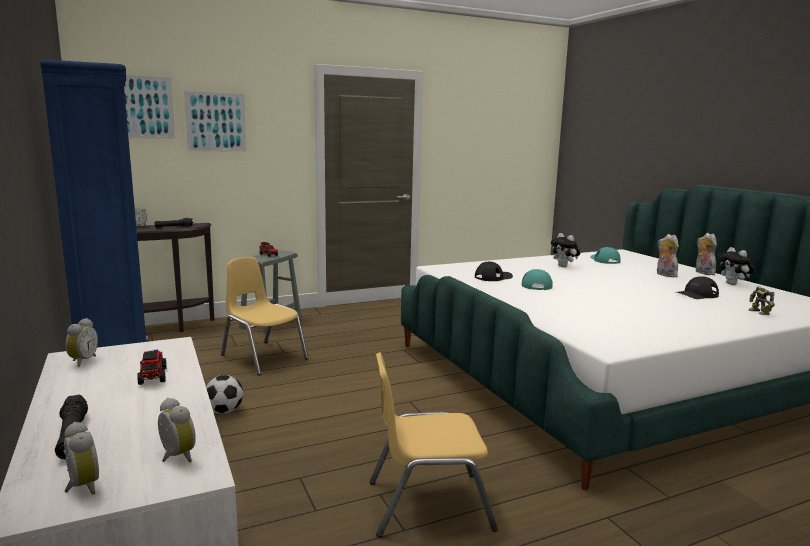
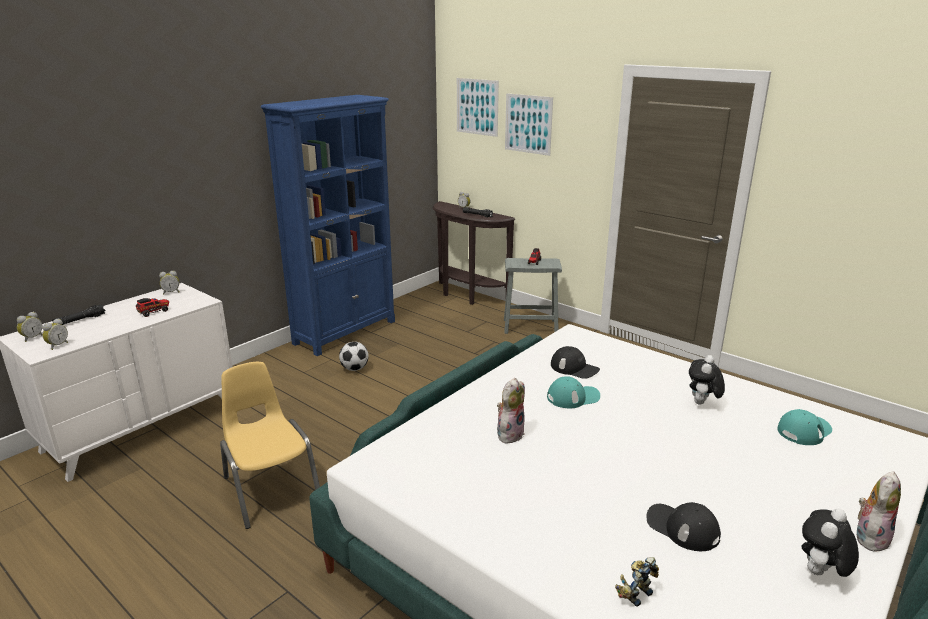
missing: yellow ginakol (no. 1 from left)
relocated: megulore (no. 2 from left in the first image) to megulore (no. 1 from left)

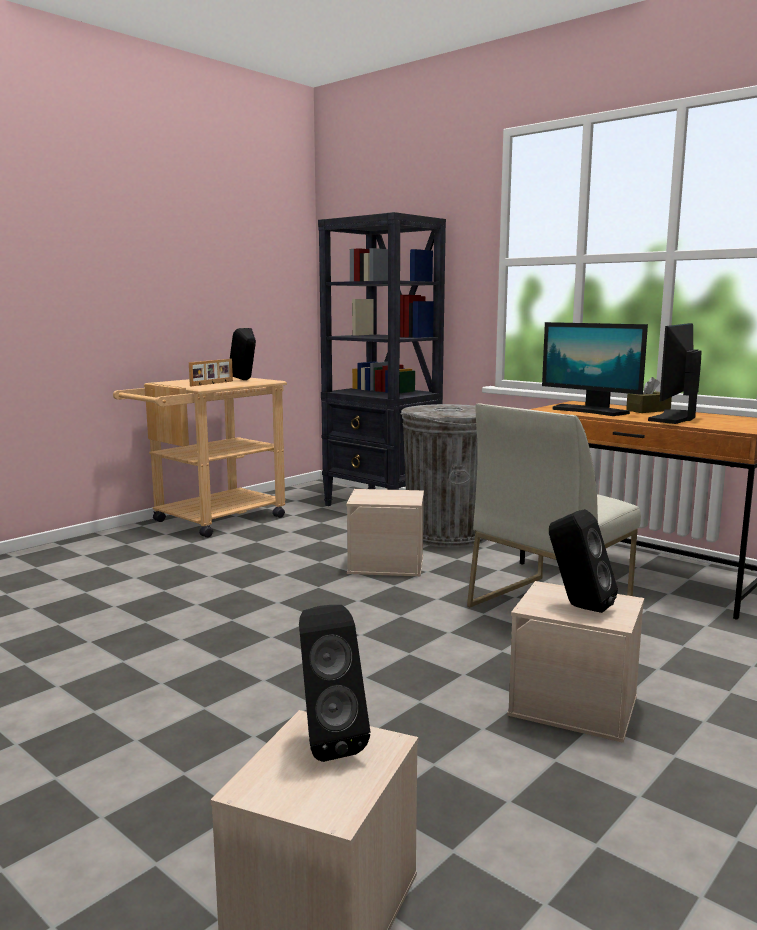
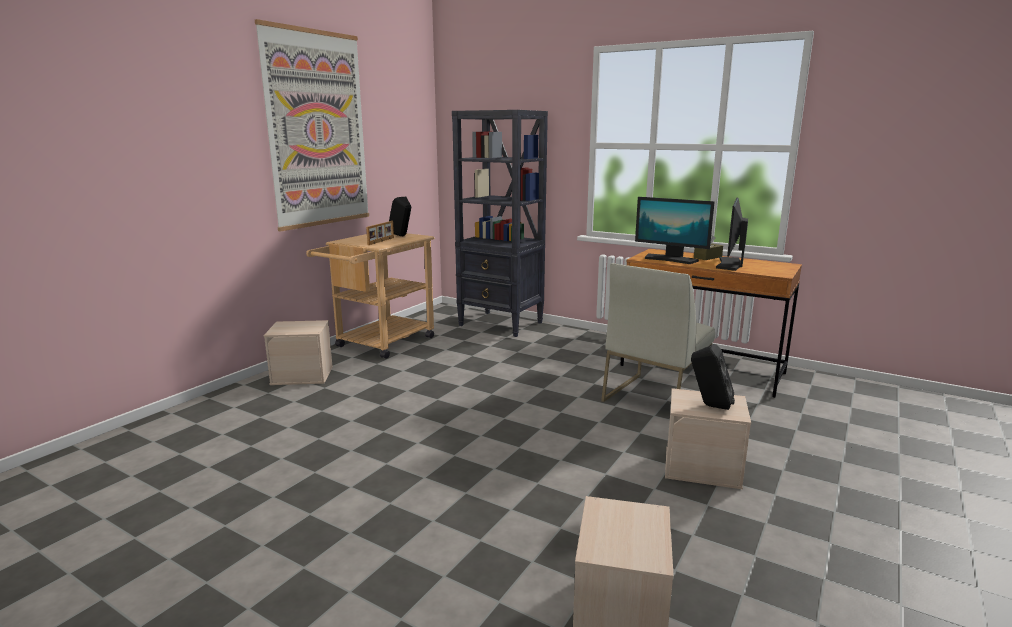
missing: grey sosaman; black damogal (no. 2 from left)
appeared: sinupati
relocated: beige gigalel (no. 2 from left in the first image) to beige gigalel (no. 1 from left)

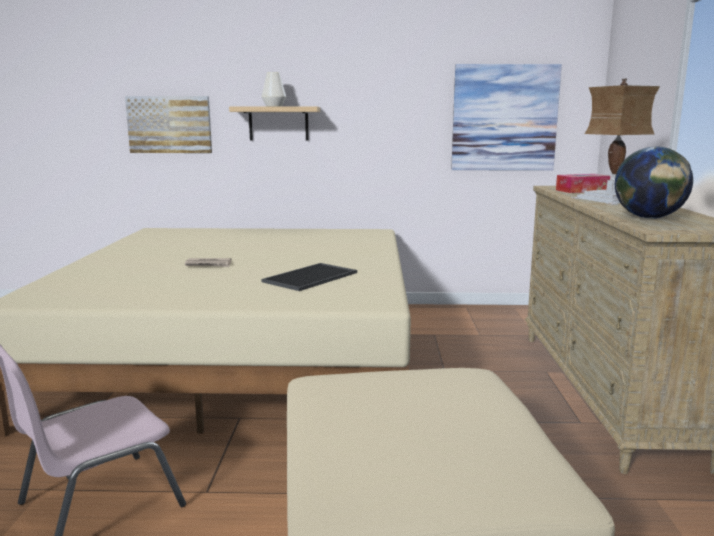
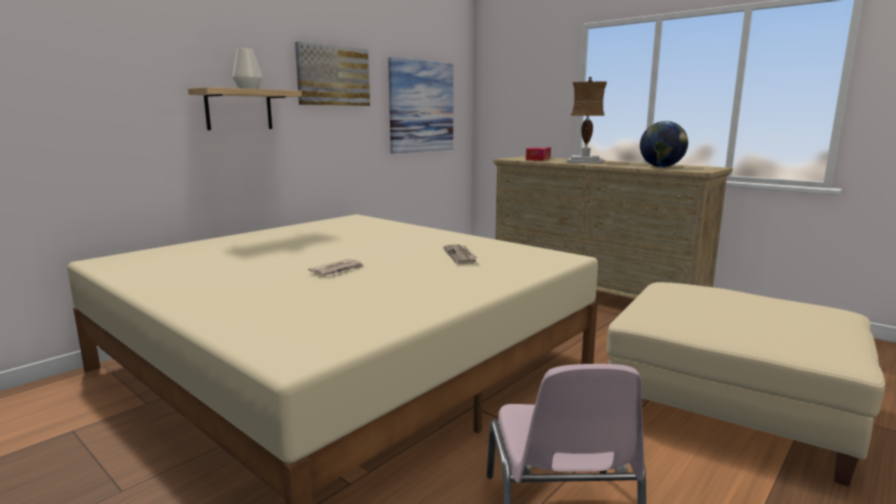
relocated: sinupati (no. 1 from left)
exchanged: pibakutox to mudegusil (no. 2 from left)

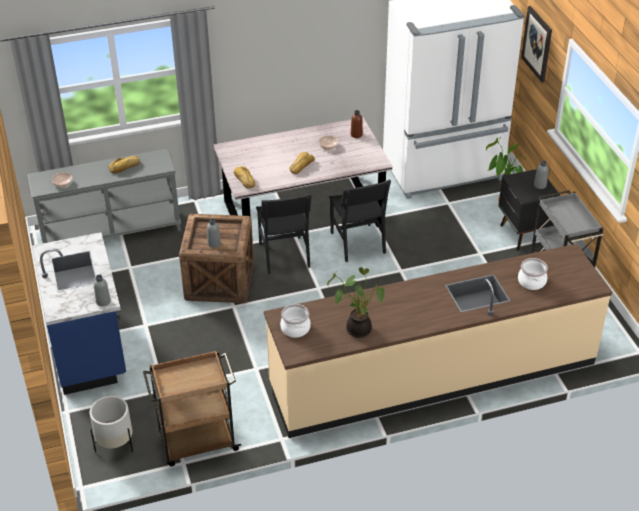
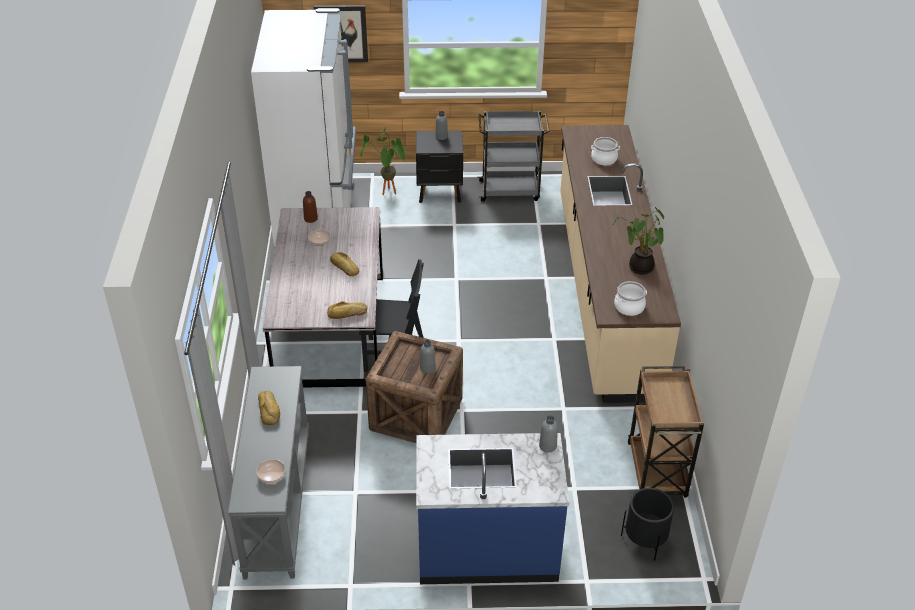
missing: black ginakol (no. 2 from left)
colour: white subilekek to black subilekek

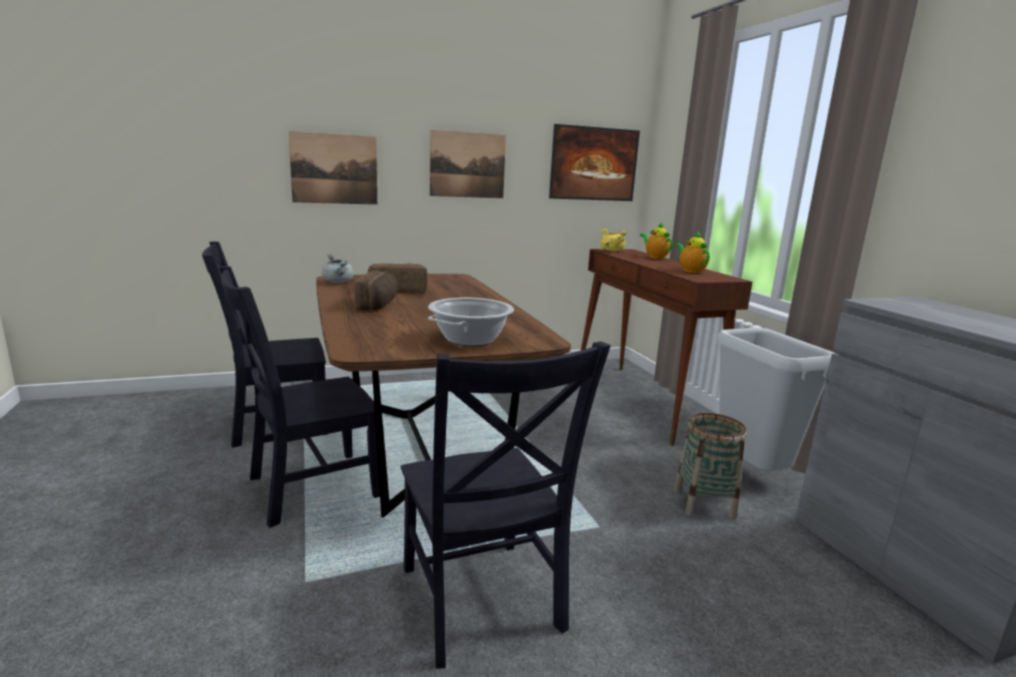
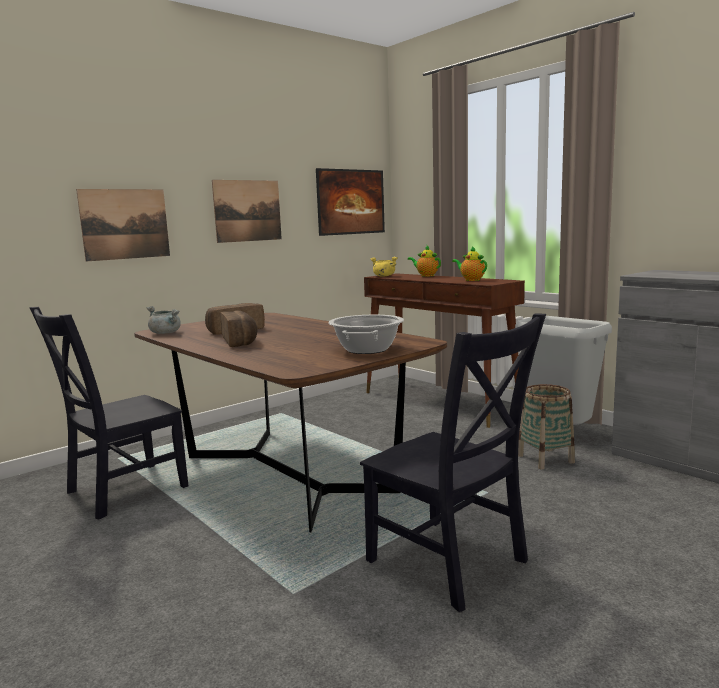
missing: black ginakol (no. 2 from left)

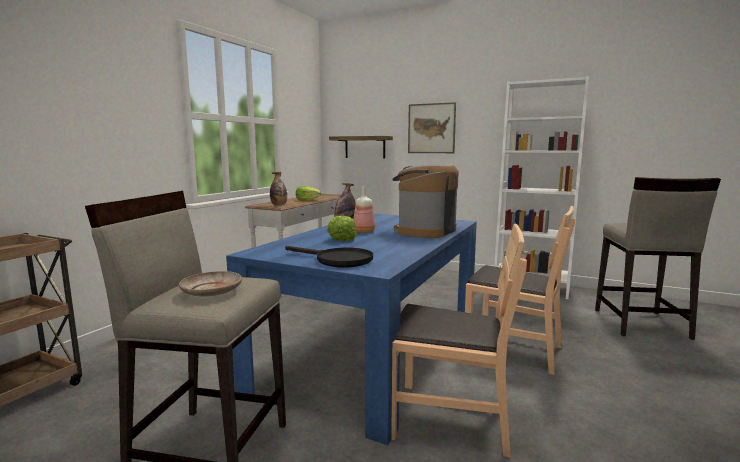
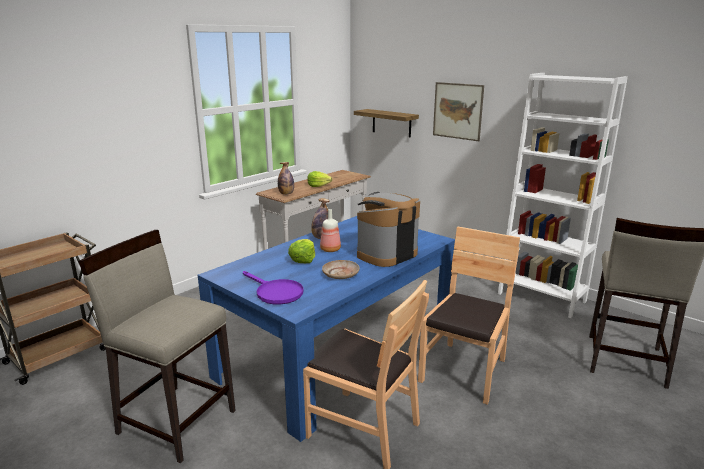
relocated: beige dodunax
colour: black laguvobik to purple laguvobik
spun: brown ginakol (no. 2 from left) 105 degrees counterclockwise

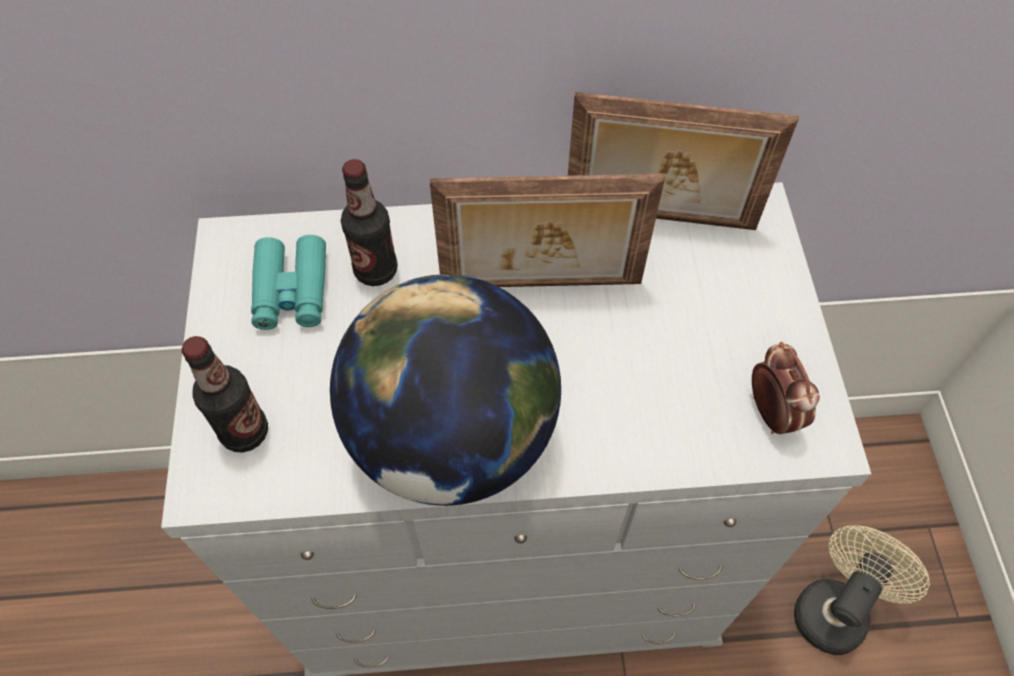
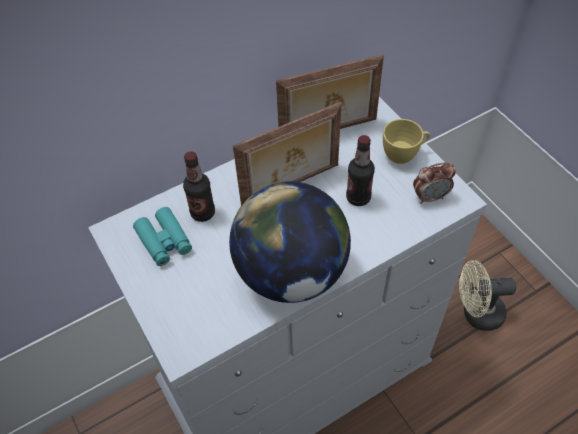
appeared: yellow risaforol
relocated: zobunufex (no. 1 from left in the first image) to zobunufex (no. 2 from left)
spun: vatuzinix 120 degrees clockwise; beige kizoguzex 105 degrees counterclockwise

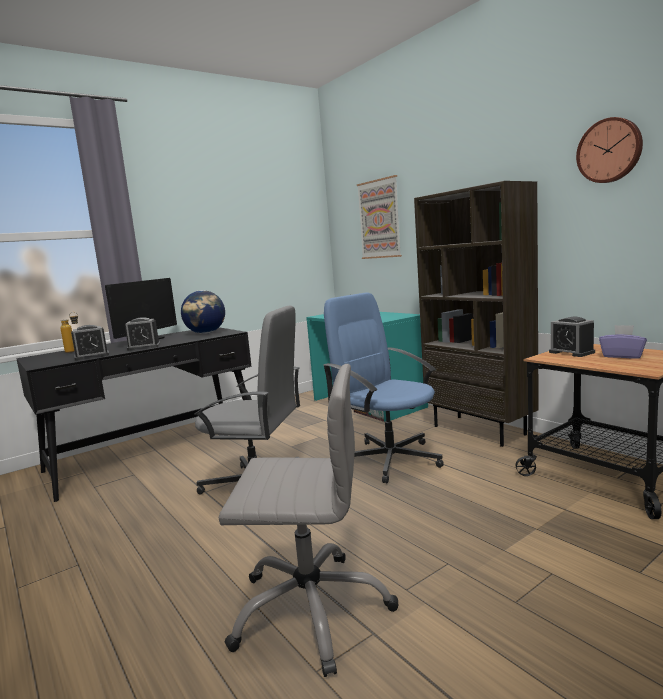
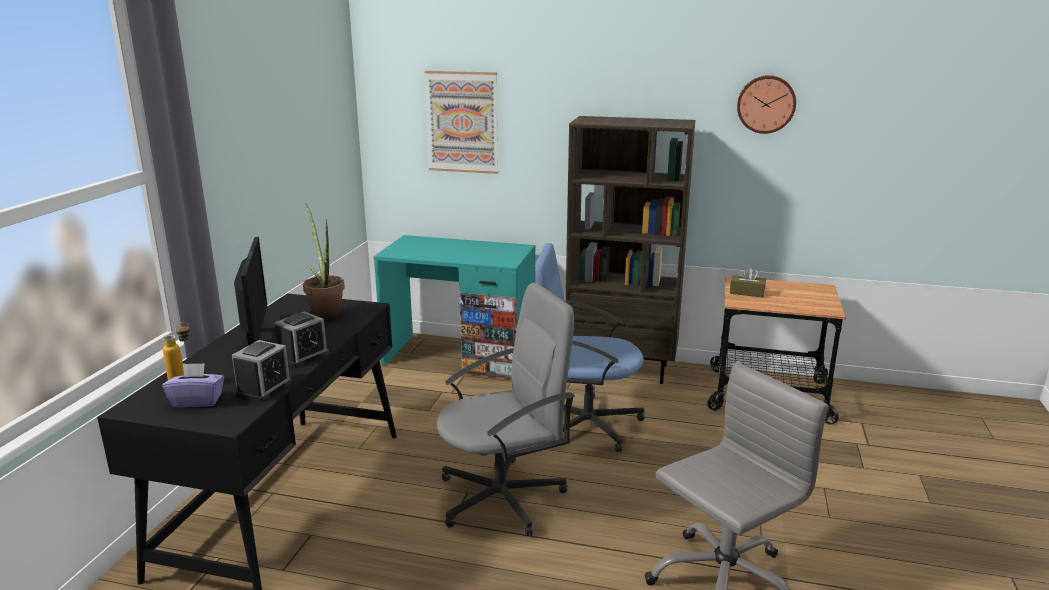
relocated: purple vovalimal
exchanged: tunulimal to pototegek; vatuzinix (no. 3 from left) to brown vovalimal

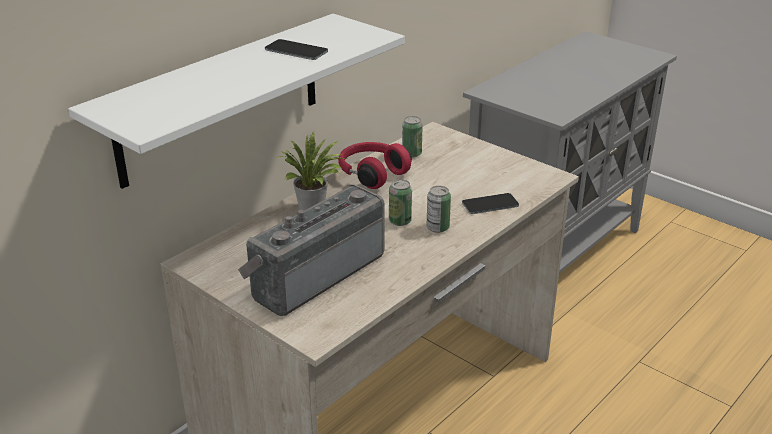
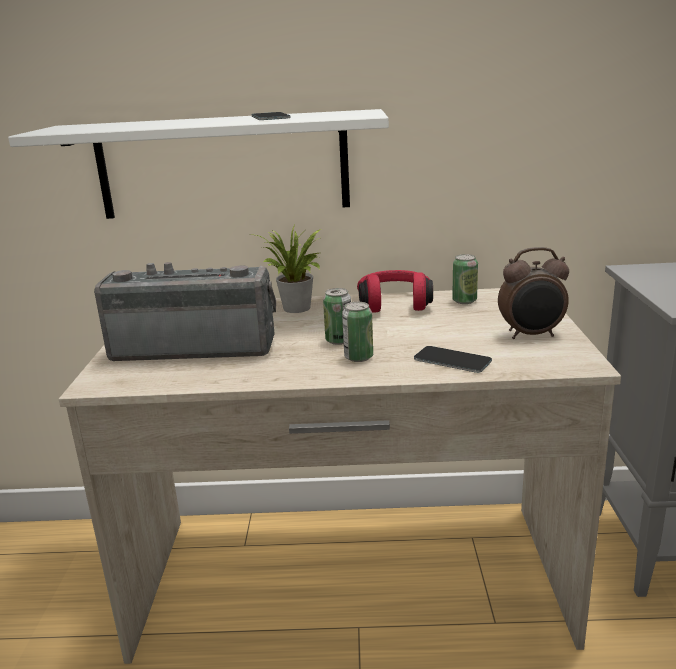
appeared: vatuzinix

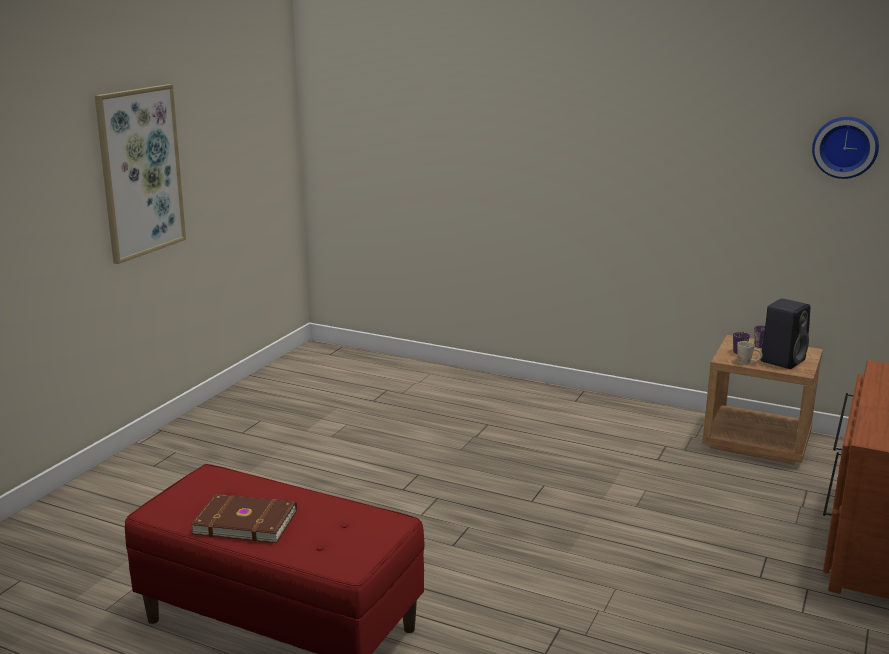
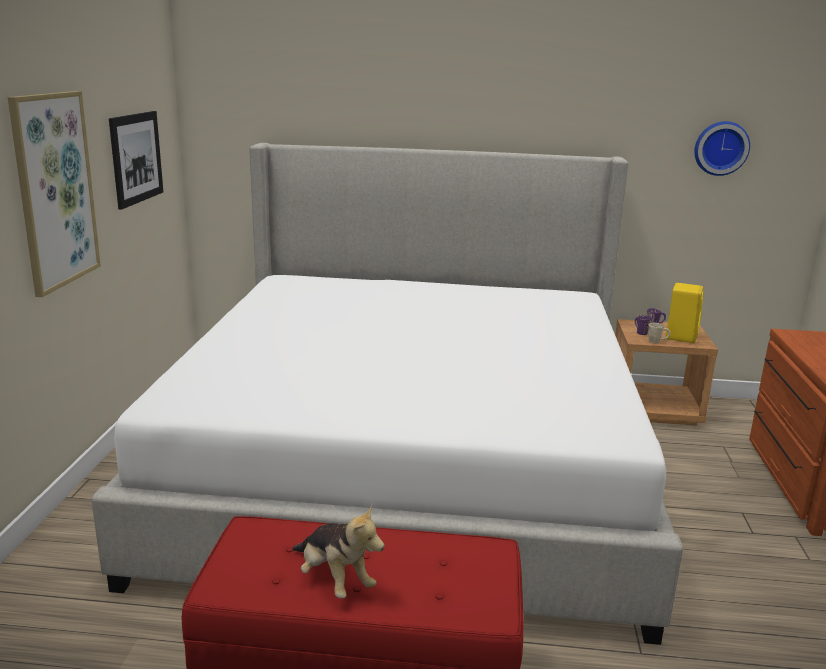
appeared: sinupati (no. 2 from left); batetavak
exchanged: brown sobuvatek to megulore
colour: black damogal to yellow damogal

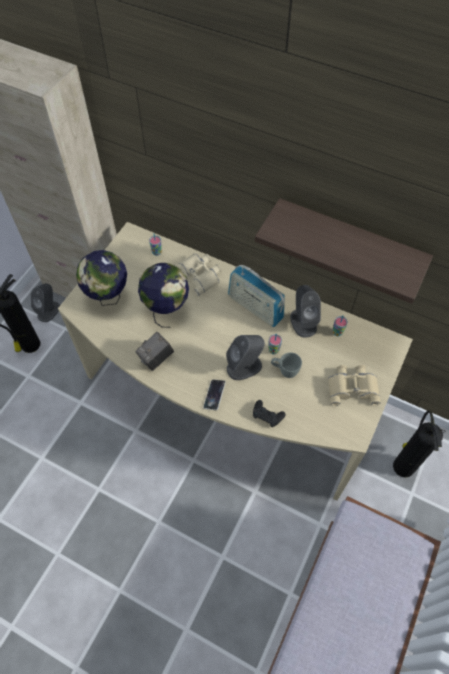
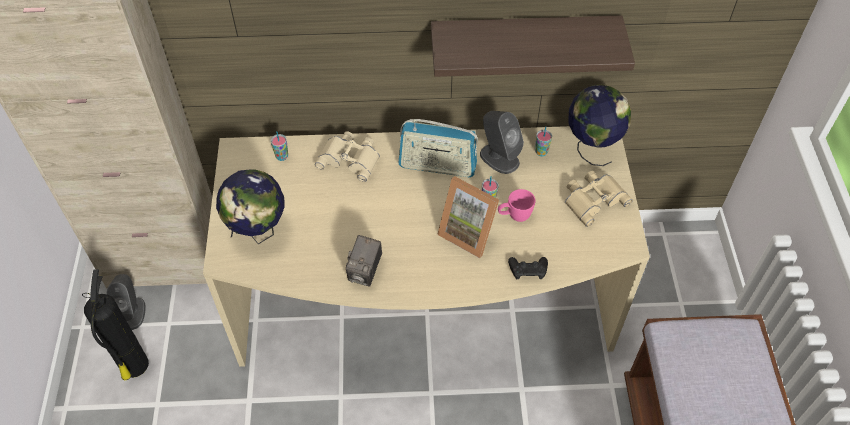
missing: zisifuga; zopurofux (no. 2 from left)
relocated: tunulimal (no. 2 from left)
exchanged: grey damogal (no. 2 from left) to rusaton
colour: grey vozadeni to pink vozadeni

